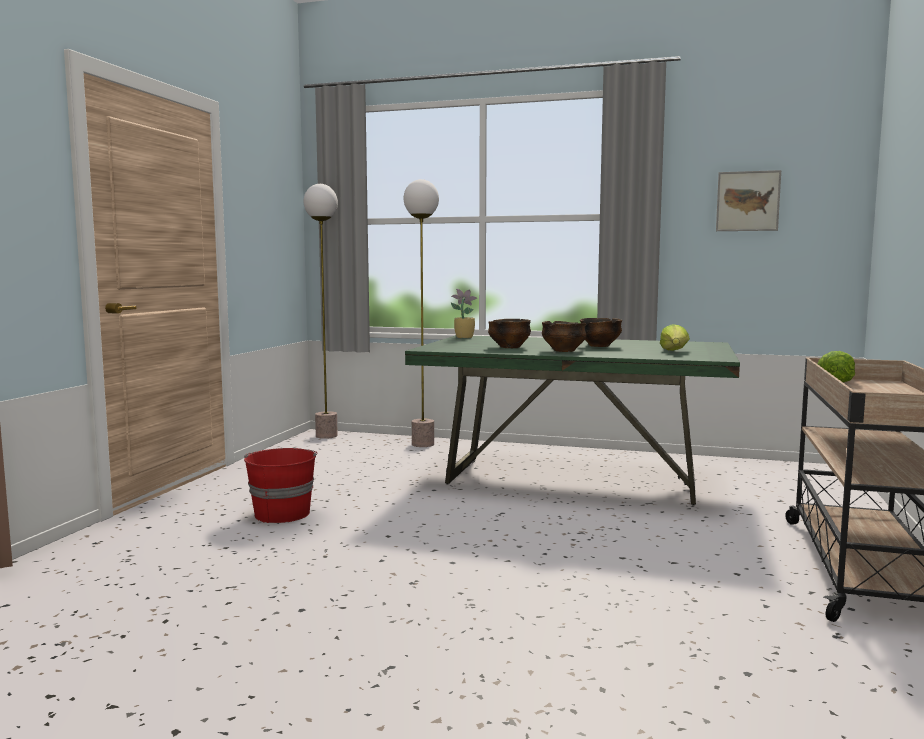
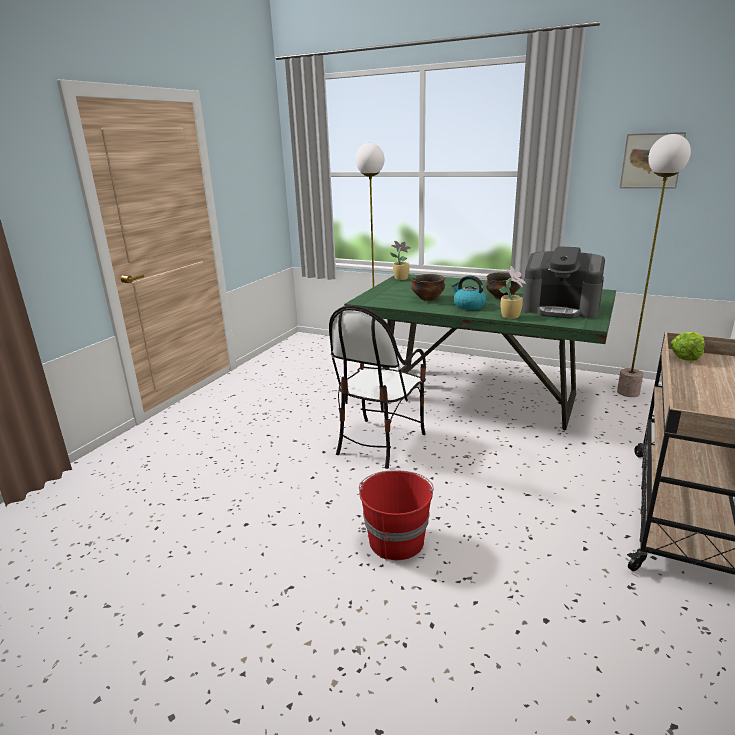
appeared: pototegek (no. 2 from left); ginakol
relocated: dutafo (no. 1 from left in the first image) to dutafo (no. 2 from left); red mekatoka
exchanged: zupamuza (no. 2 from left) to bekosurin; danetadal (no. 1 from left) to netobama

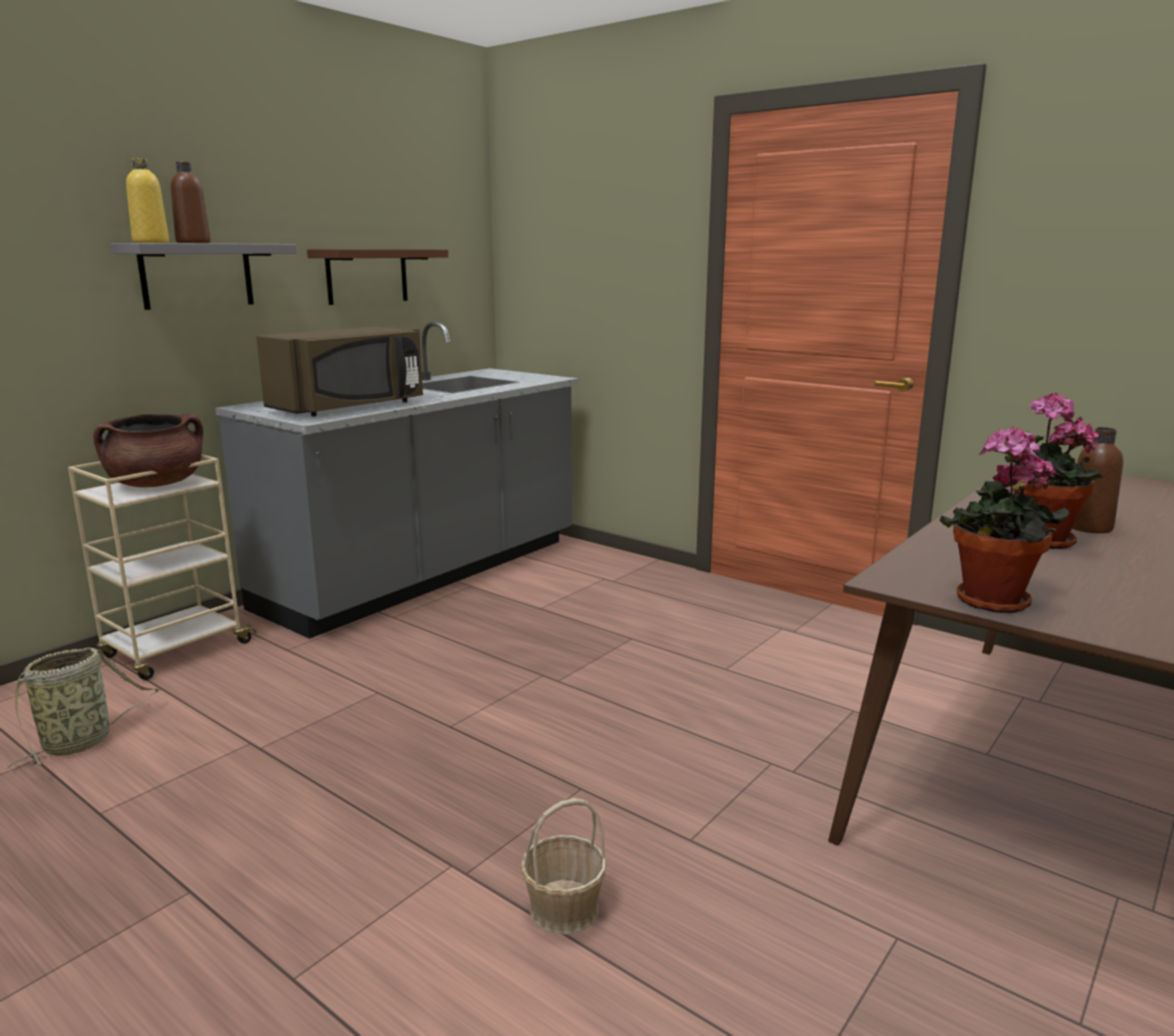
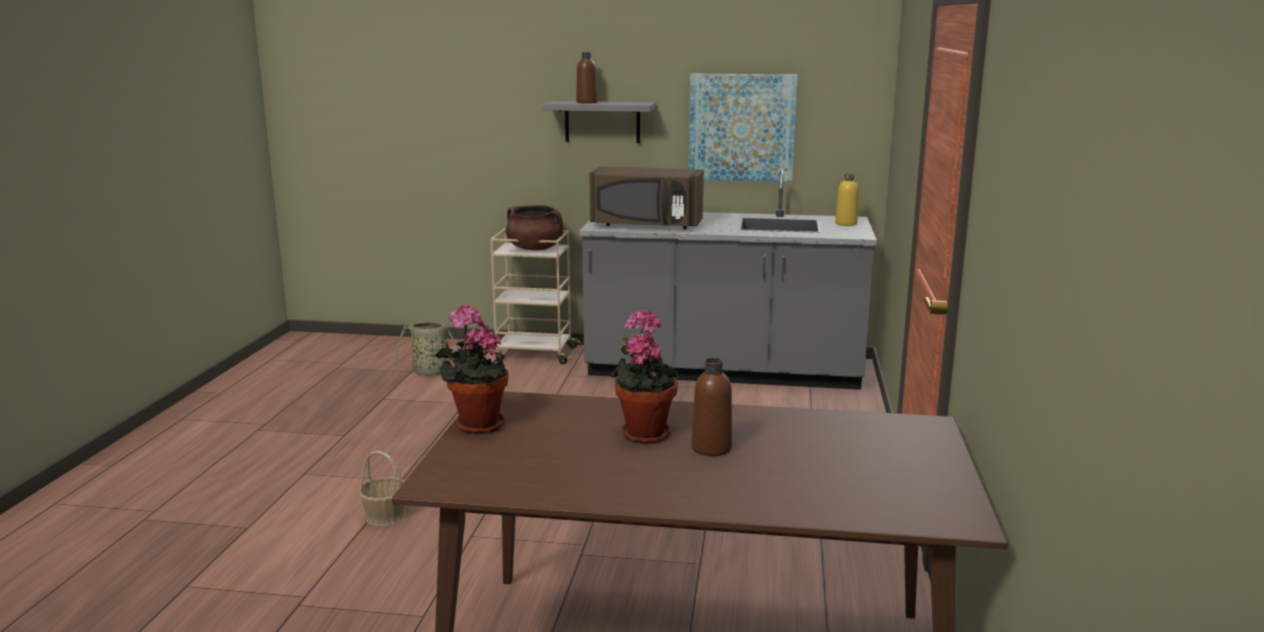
relocated: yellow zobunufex
exchanged: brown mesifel to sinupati

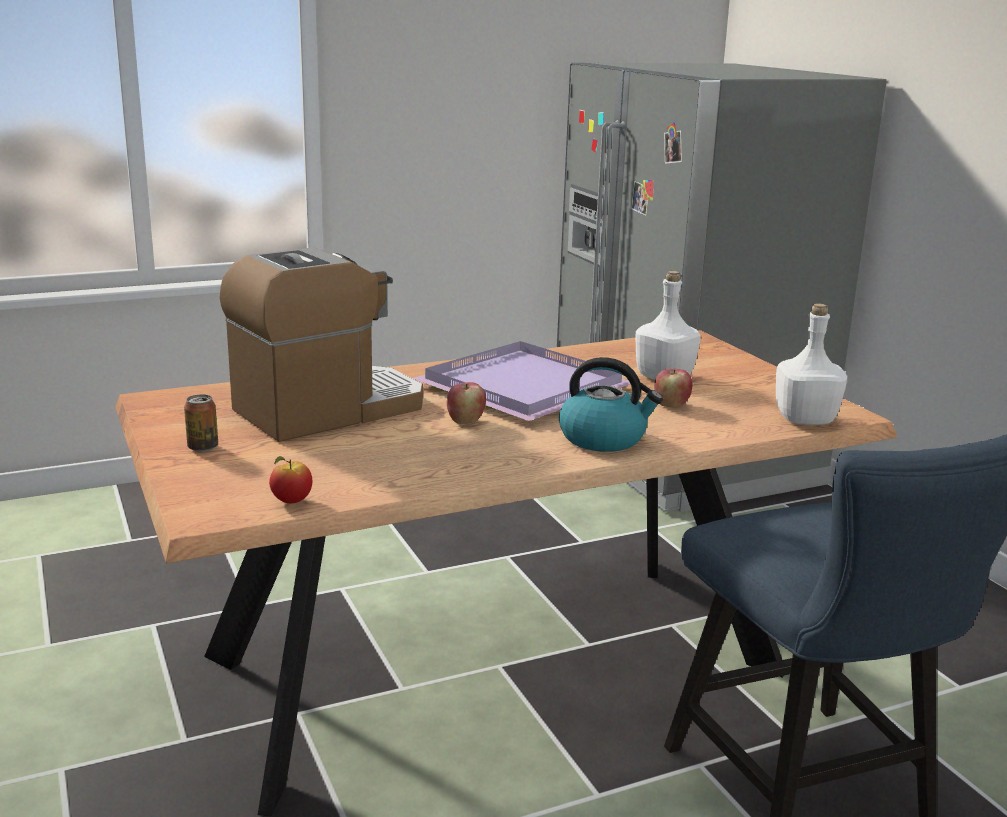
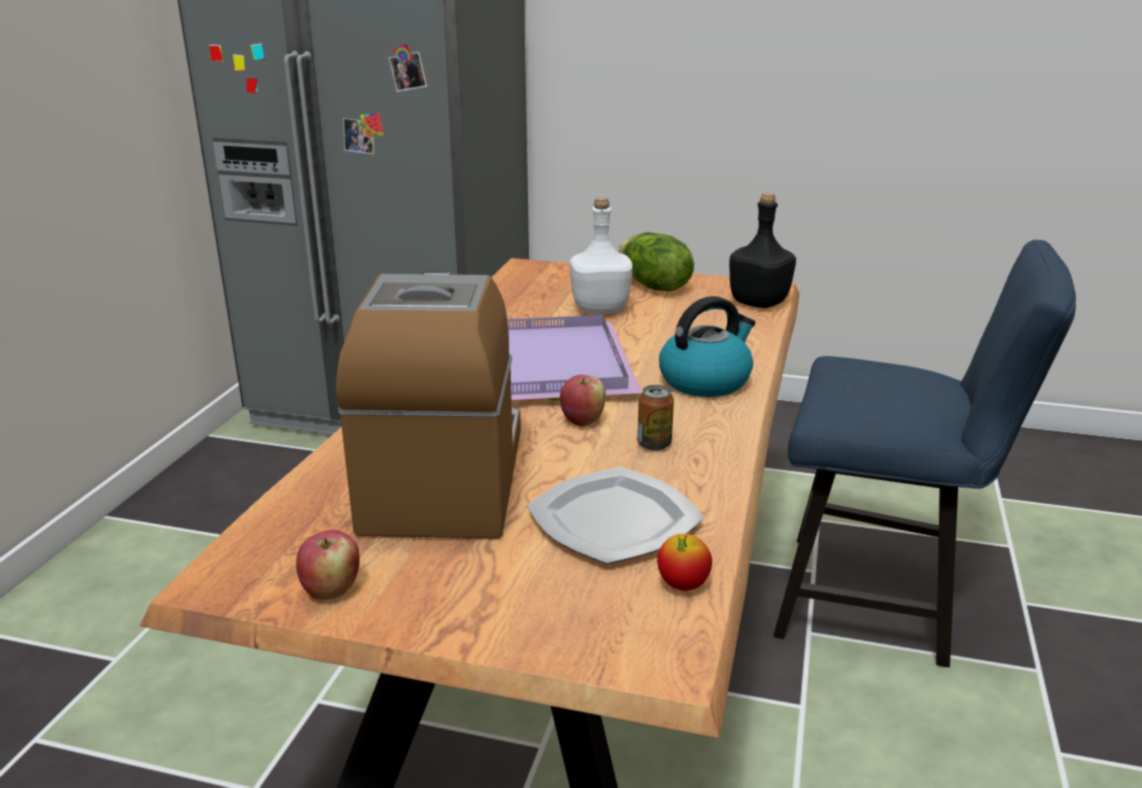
appeared: danetadal; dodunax
relocated: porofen (no. 3 from left in the first image) to porofen (no. 1 from left); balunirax
colour: white zobunufex (no. 2 from left) to black zobunufex

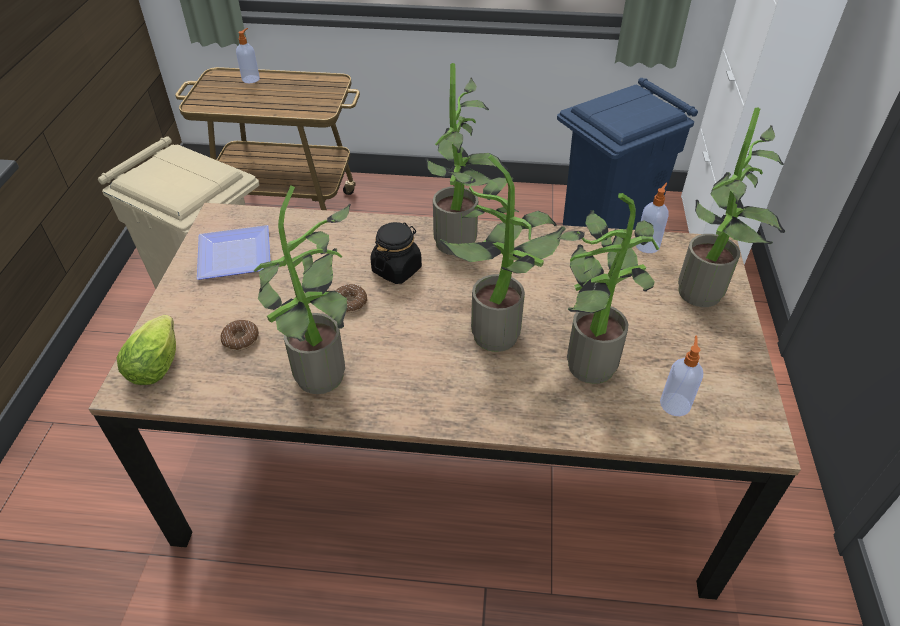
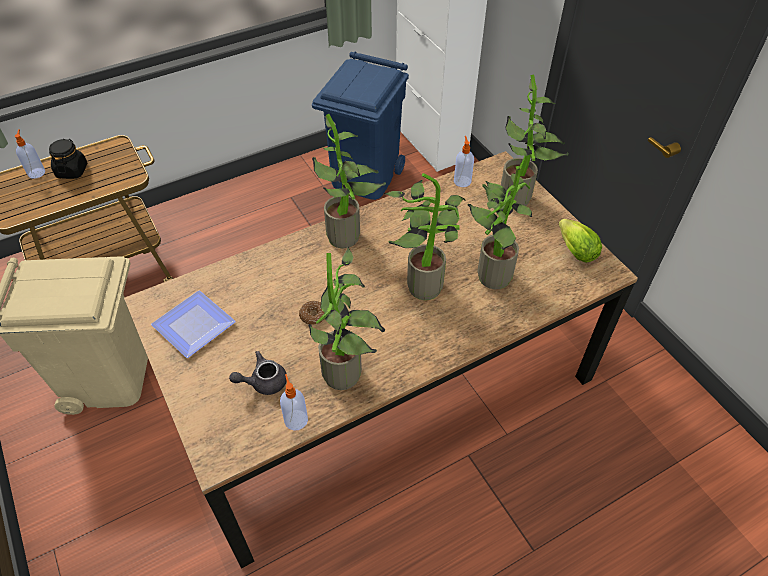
relocated: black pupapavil; danetadal; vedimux (no. 3 from left in the first image) to vedimux (no. 2 from left)
exchanged: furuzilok (no. 1 from left) to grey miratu

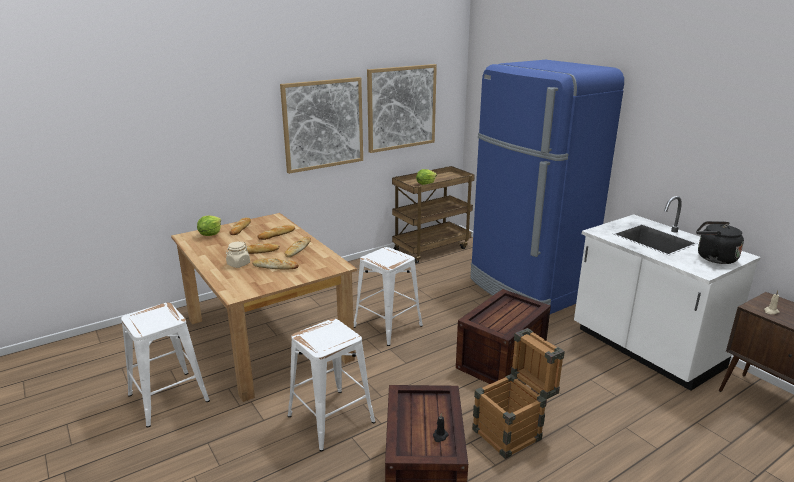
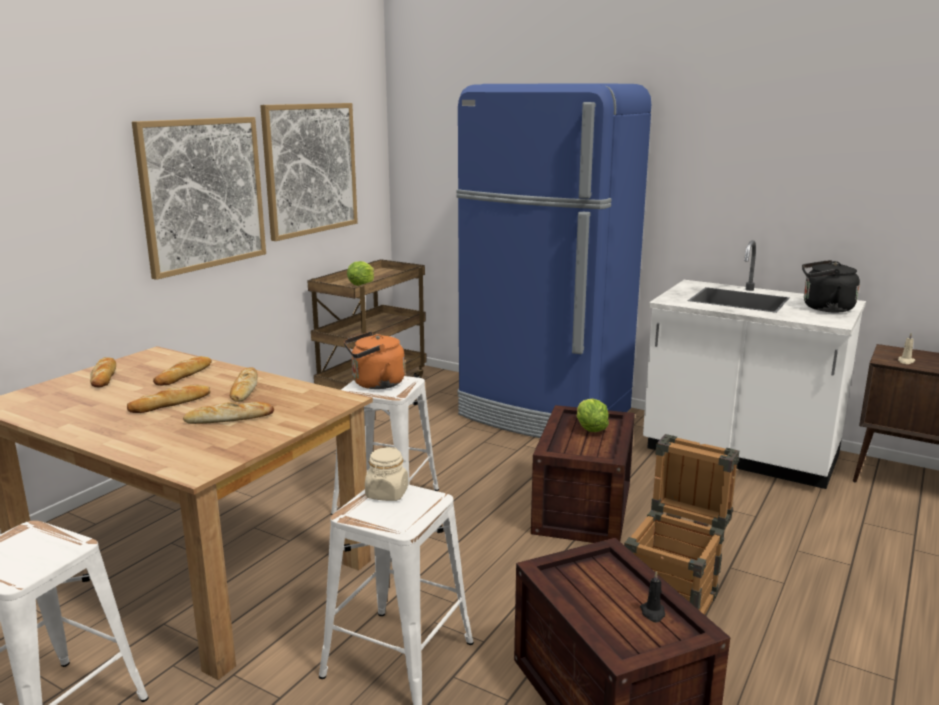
appeared: orange bekosurin
relocated: danetadal (no. 1 from left in the first image) to danetadal (no. 2 from left); beige pupapavil

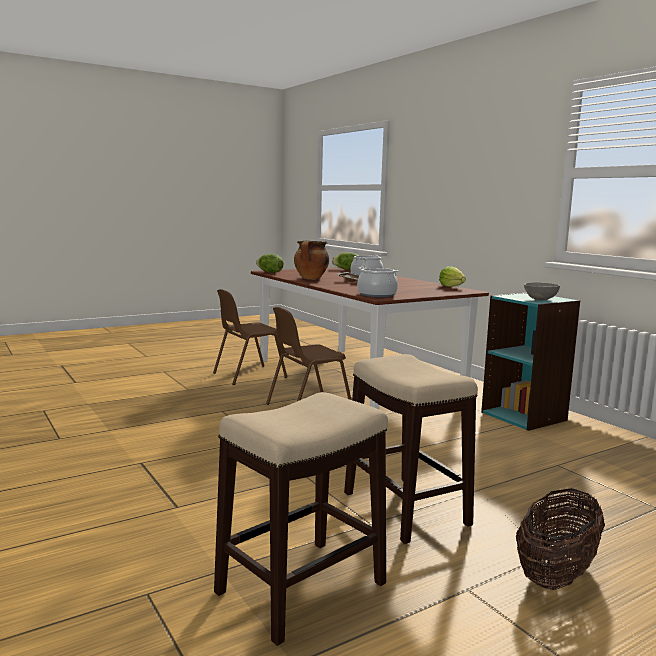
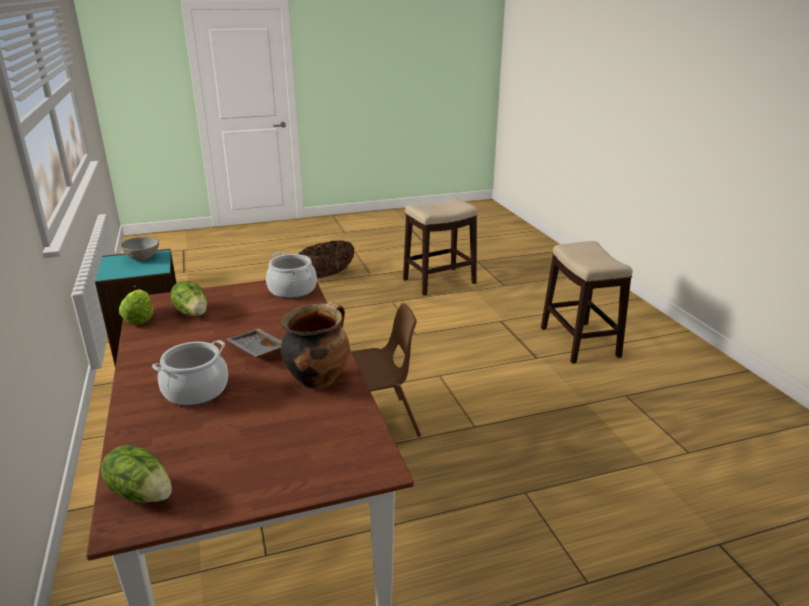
missing: brown ginakol (no. 1 from left)
relocated: danetadal (no. 1 from left in the first image) to danetadal (no. 3 from left); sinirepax (no. 2 from left)

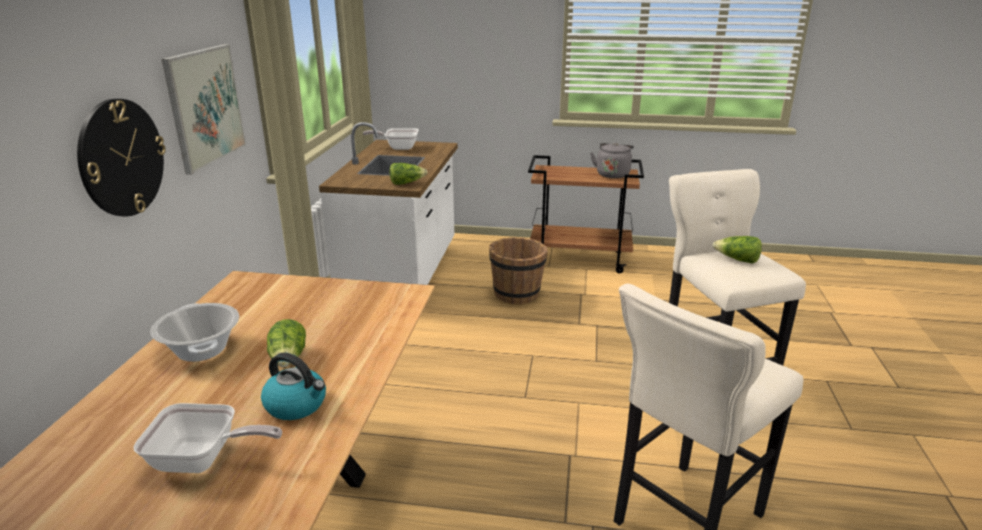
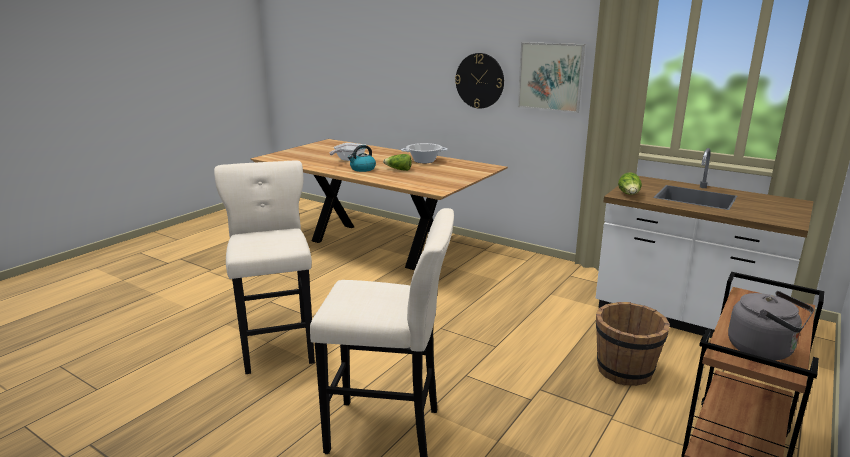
missing: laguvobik (no. 2 from left); danetadal (no. 3 from left)

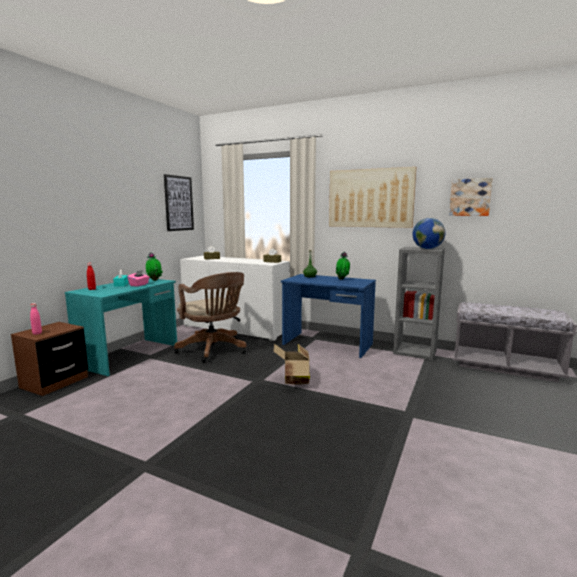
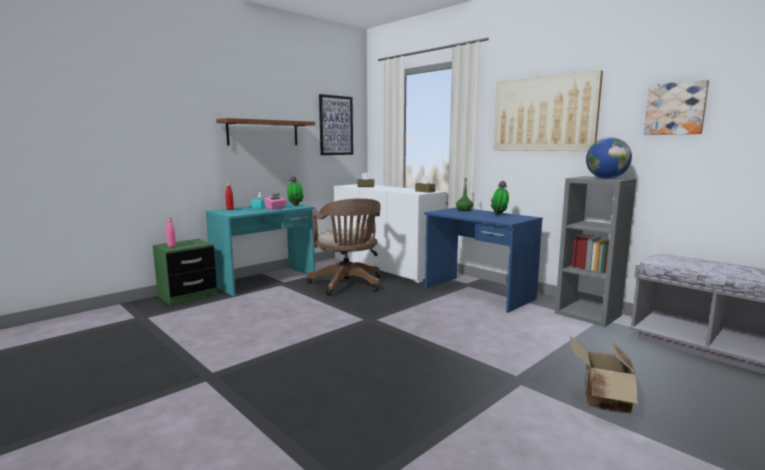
appeared: brown mesifel
relocated: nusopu
colour: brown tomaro to green tomaro

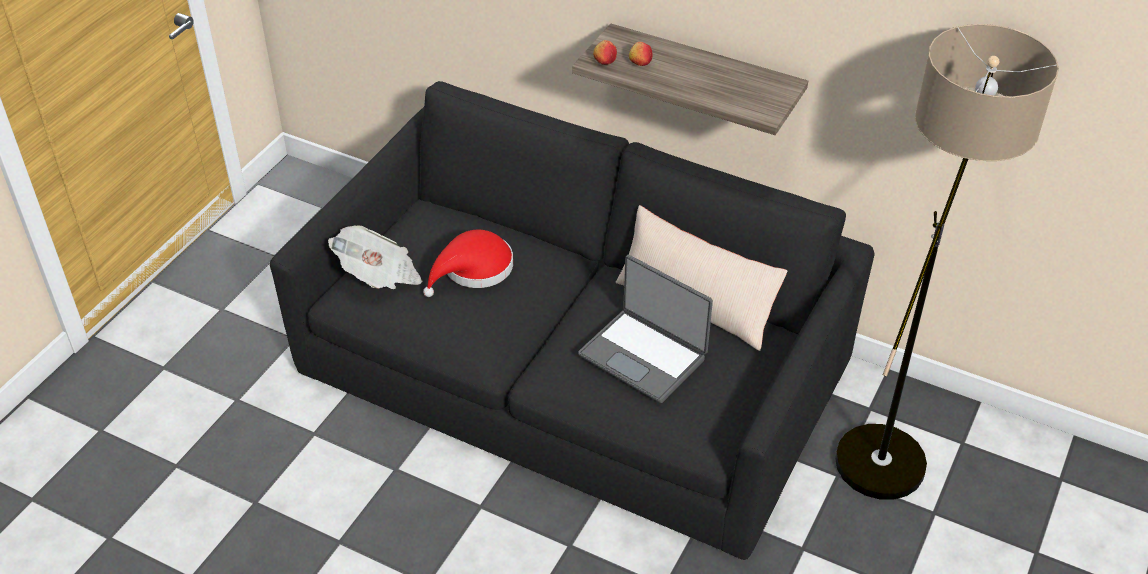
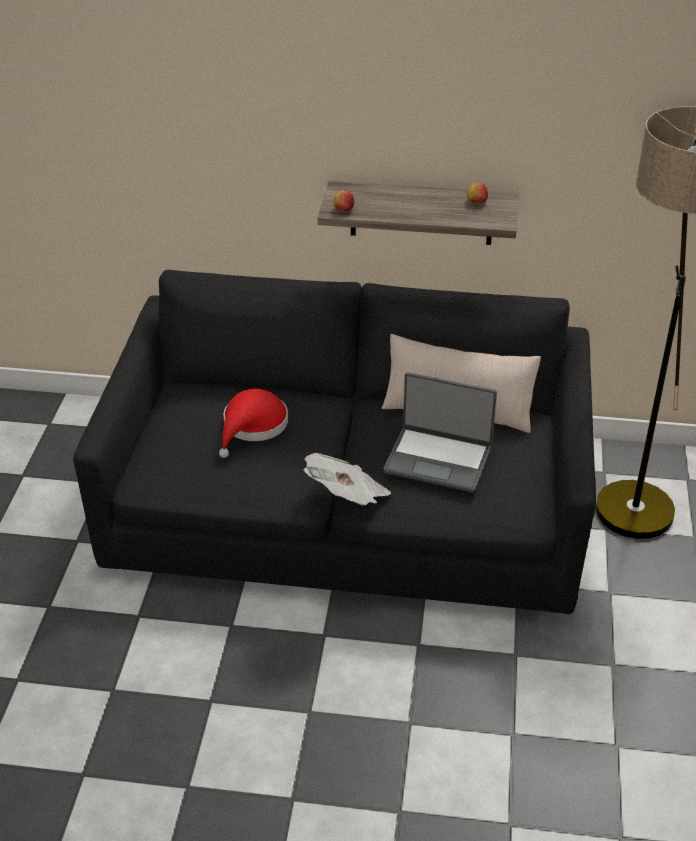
relocated: porofen (no. 2 from left); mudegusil

